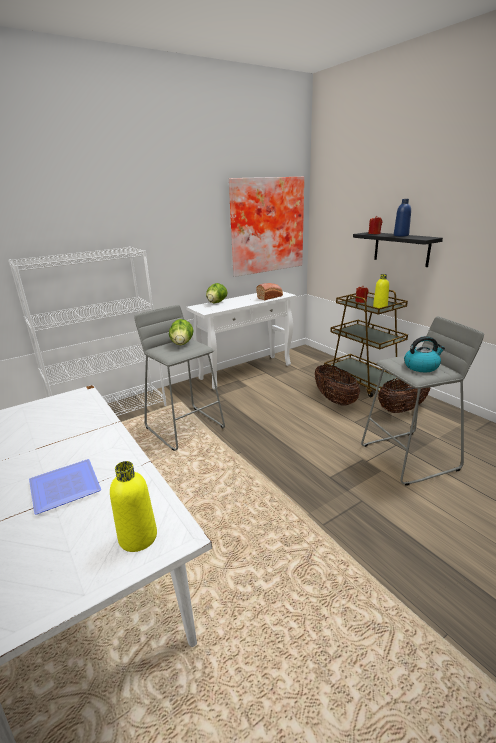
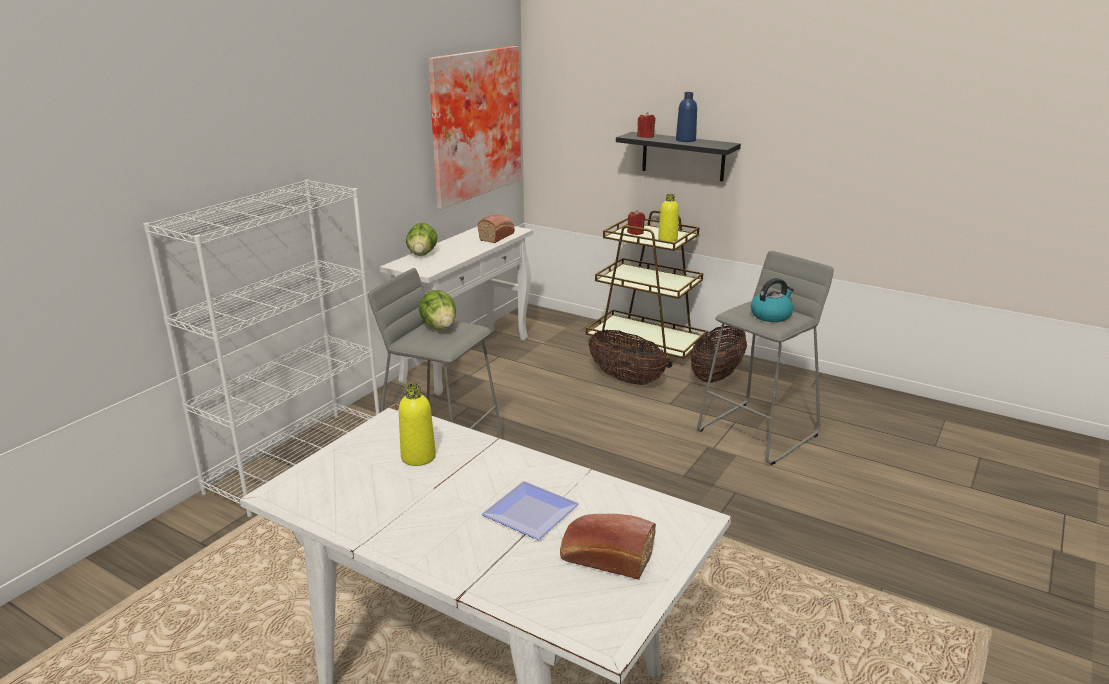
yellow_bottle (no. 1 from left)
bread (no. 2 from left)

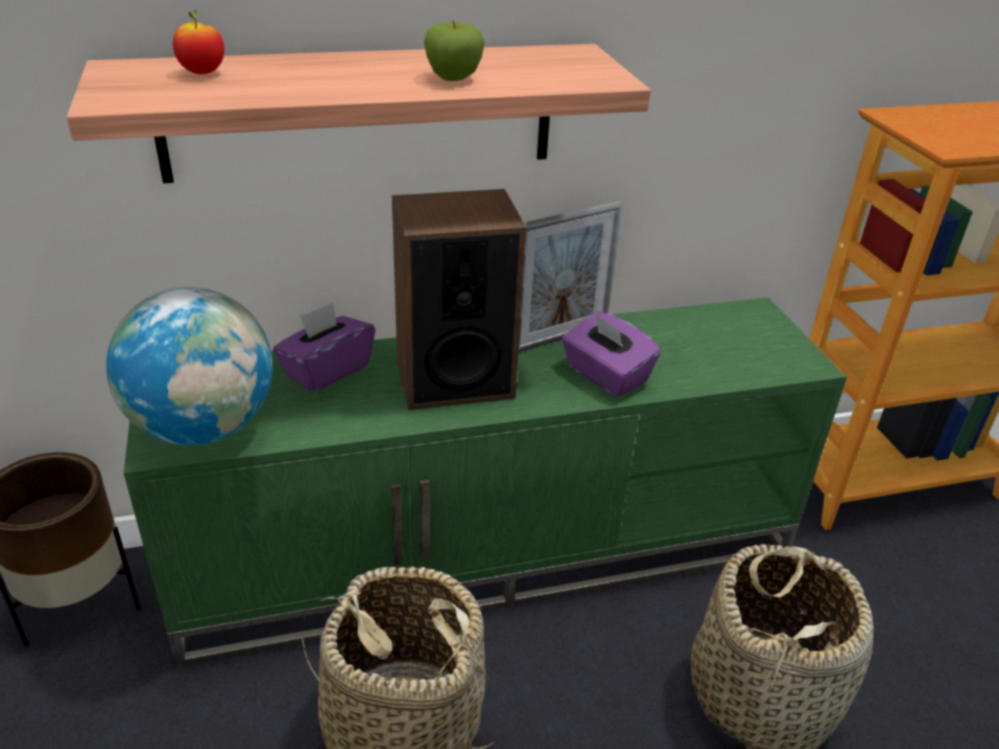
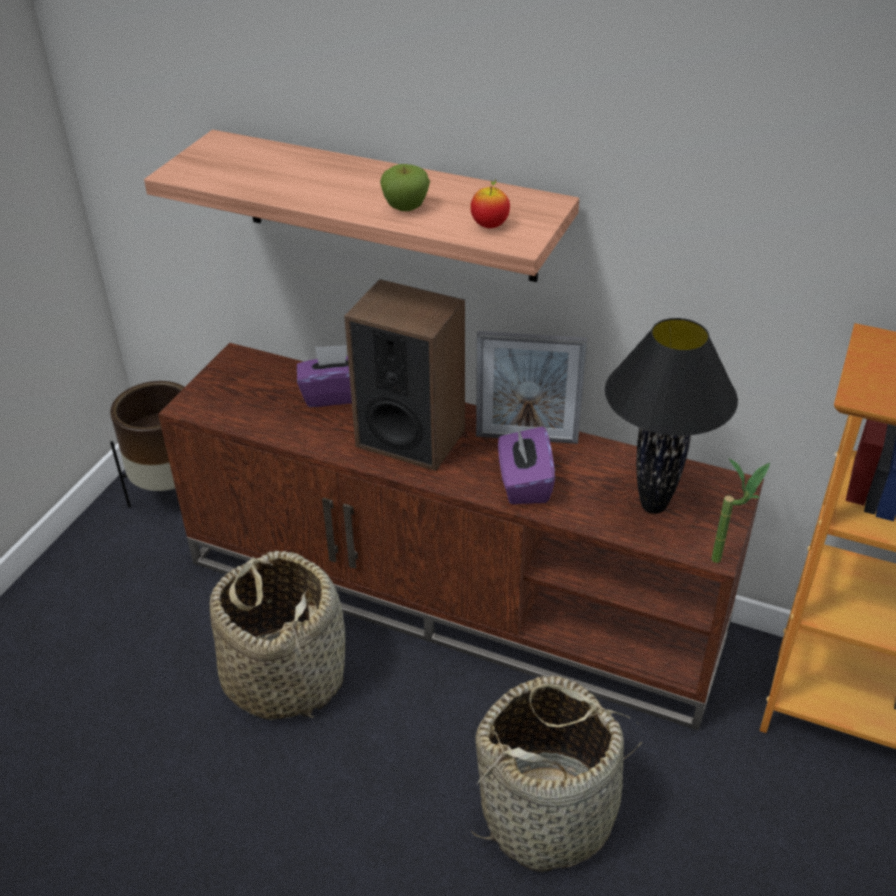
globe
brown_tv_stand
apple (no. 2 from left)
black_table_lamp
potted_plant

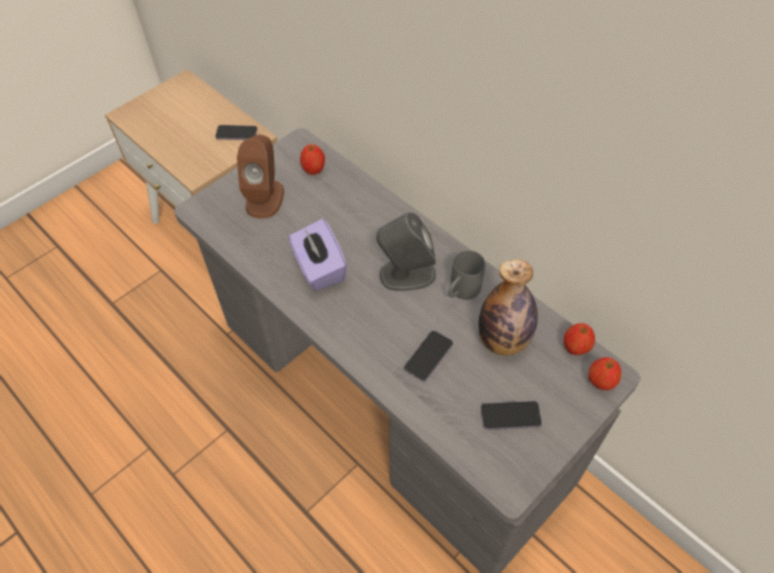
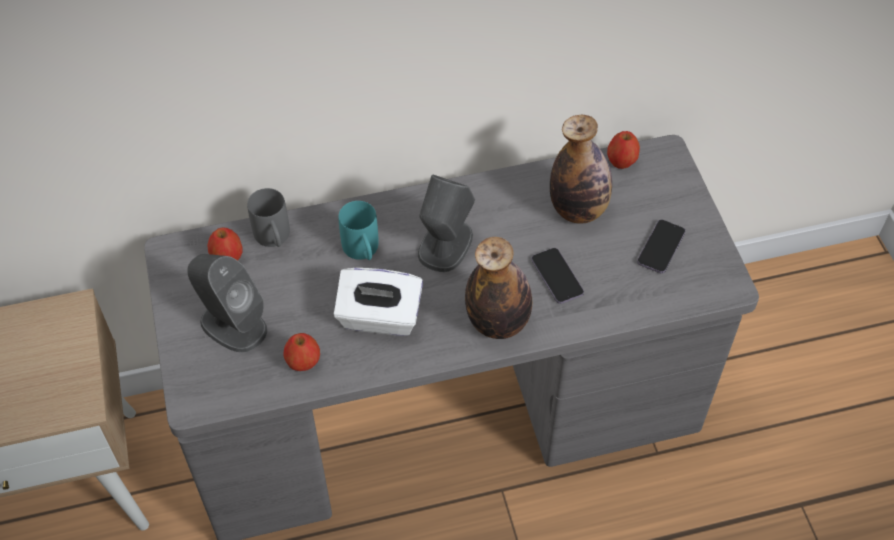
phone (no. 1 from left in the first image)
grey_speaker (no. 1 from left)
white_tissue_box
grey_mug
apple (no. 2 from left)
turquoise_mug
bottle (no. 1 from left)

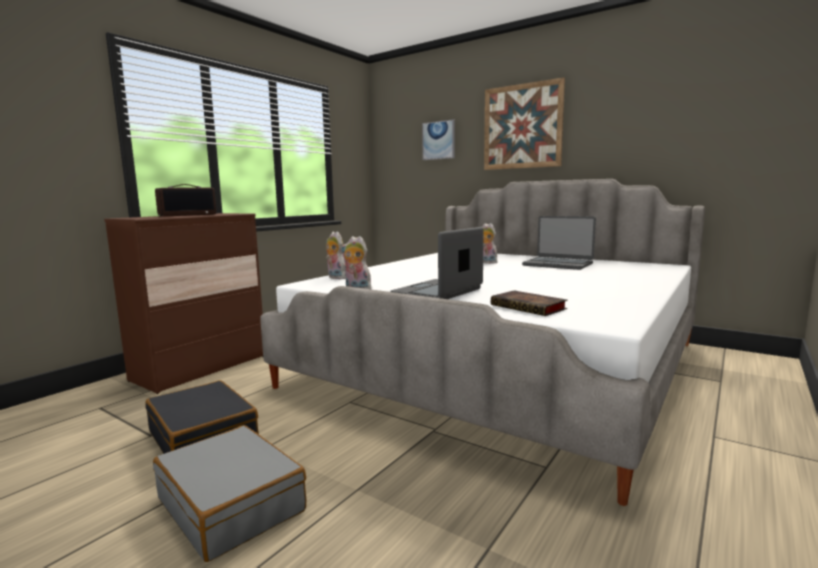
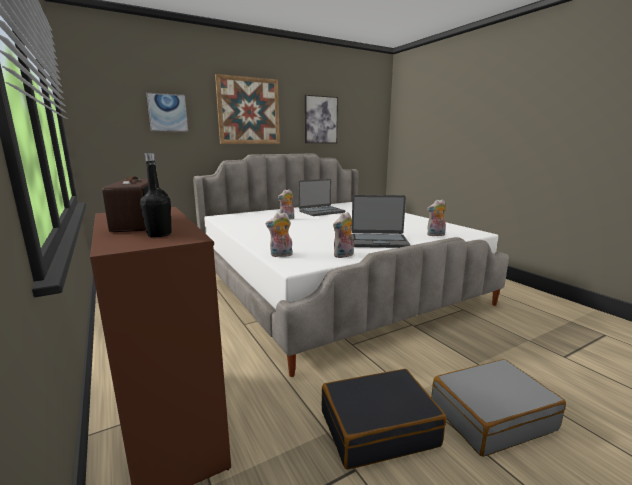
laptop (no. 2 from left)
plush_toy (no. 4 from left)
black_bottle
picture (no. 3 from left)

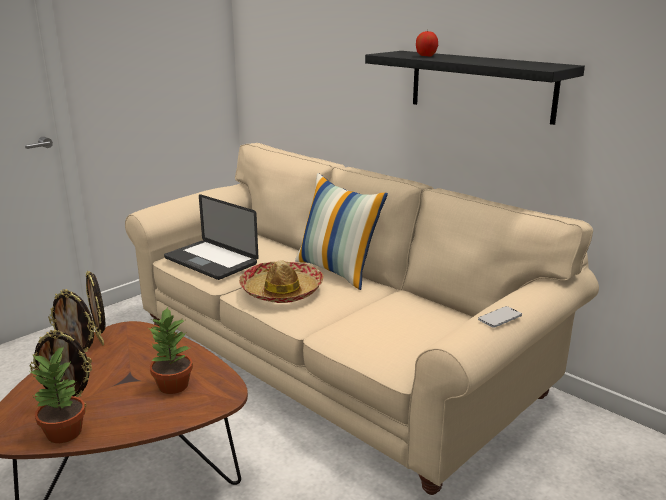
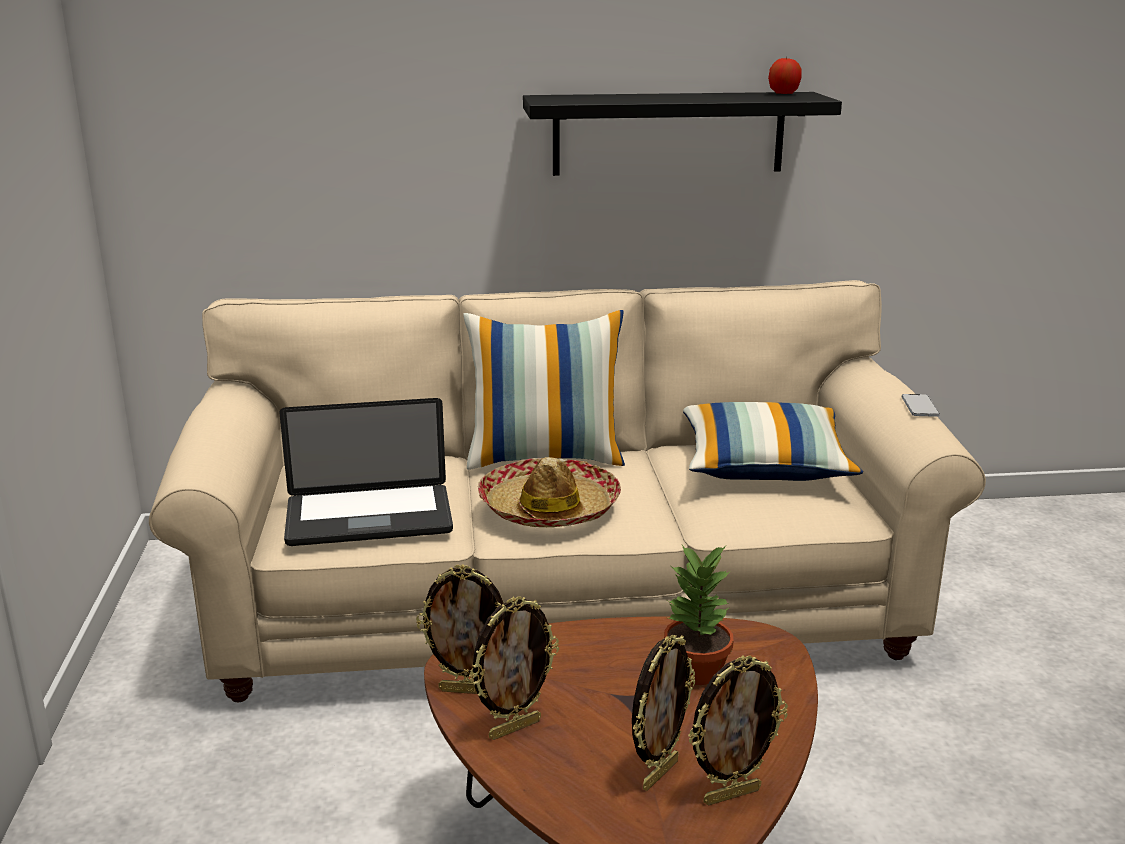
picture_frame (no. 4 from left)
apple
pillow (no. 2 from left)

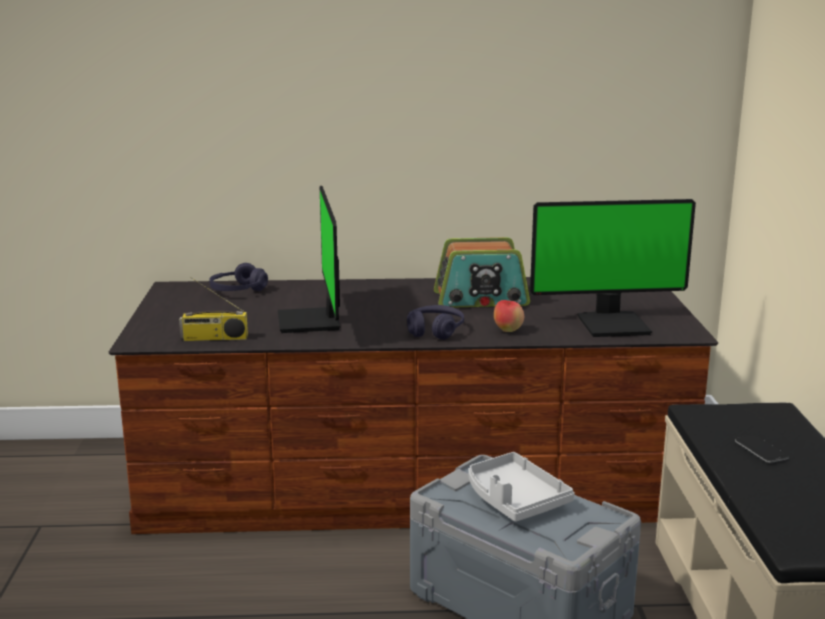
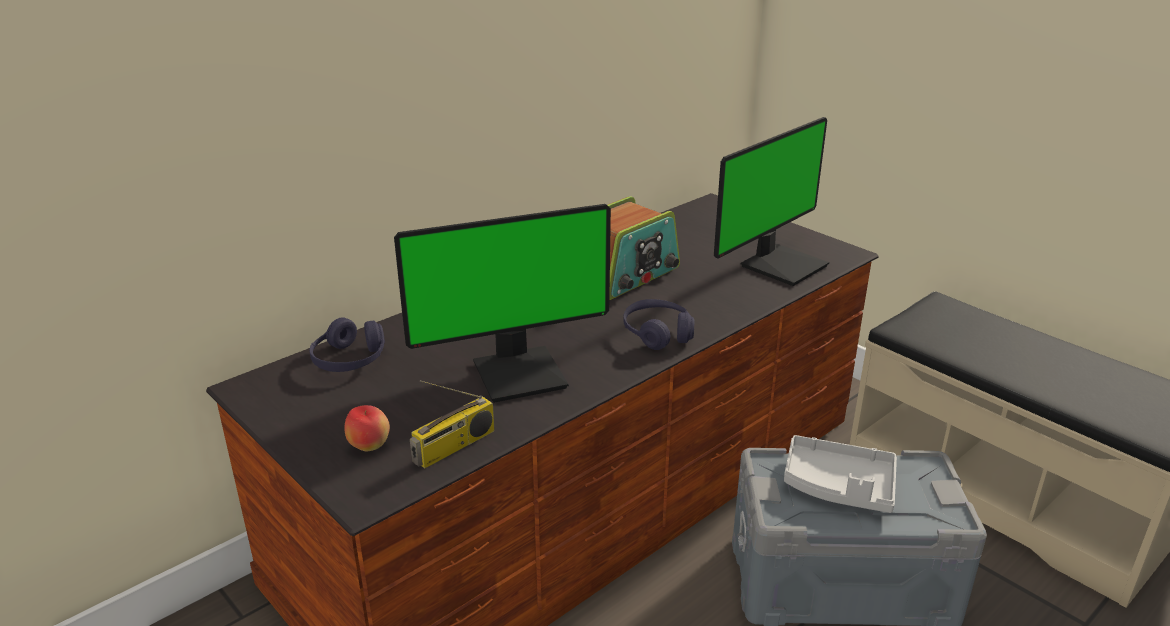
monitor (no. 1 from left)
apple
phone

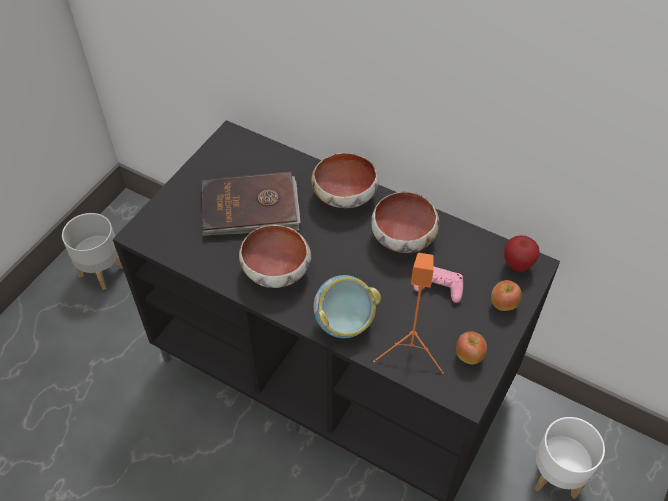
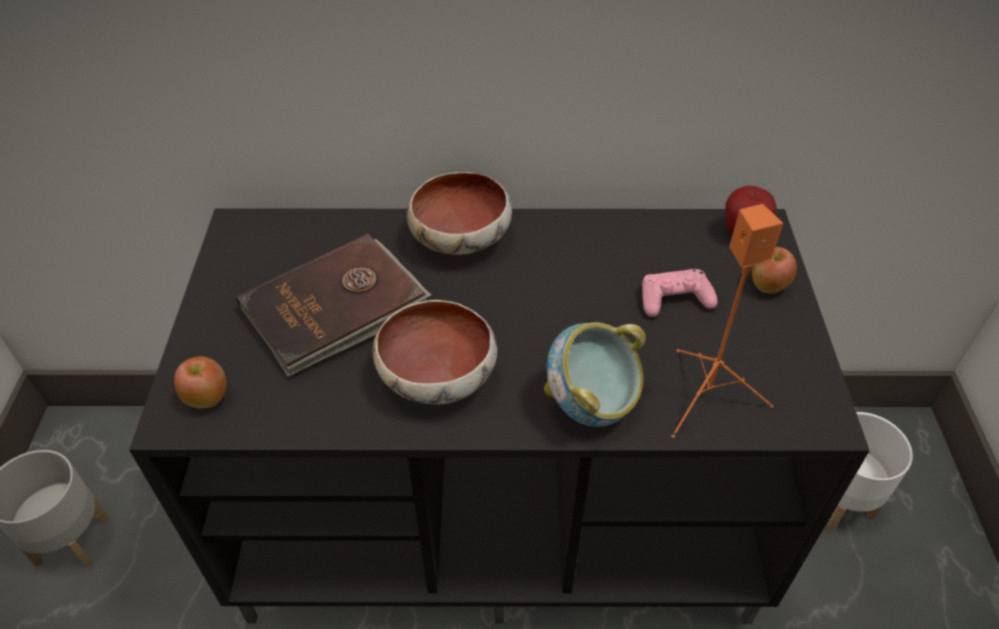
bowl (no. 4 from left in the first image)
apple (no. 1 from left)

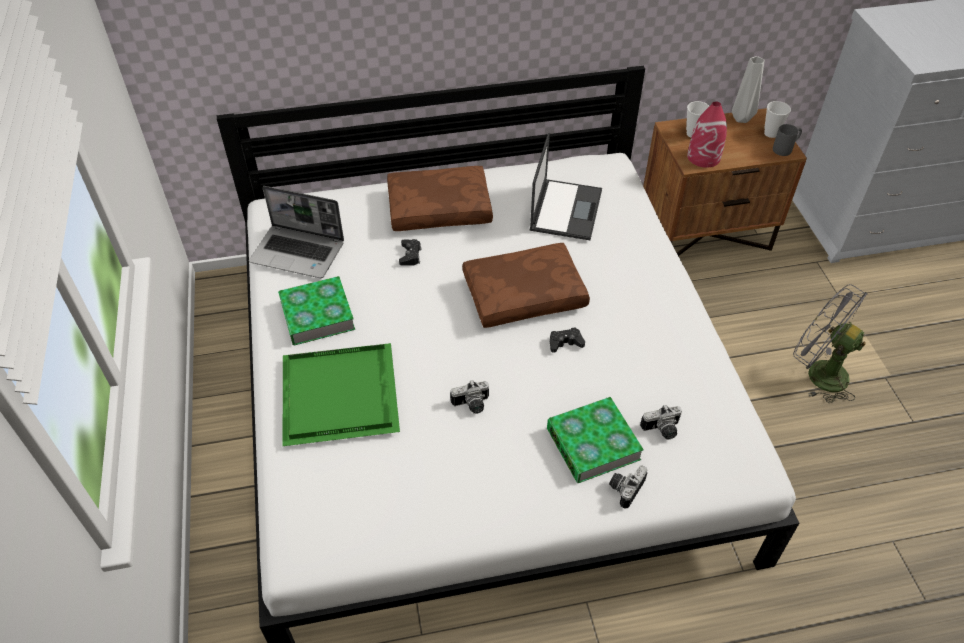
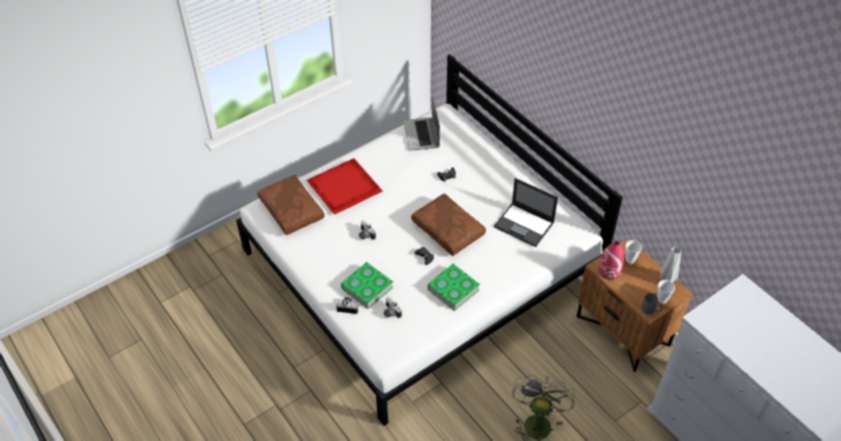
book (no. 2 from left)
red_tray
brown_pillow (no. 1 from left)
laptop (no. 2 from left)

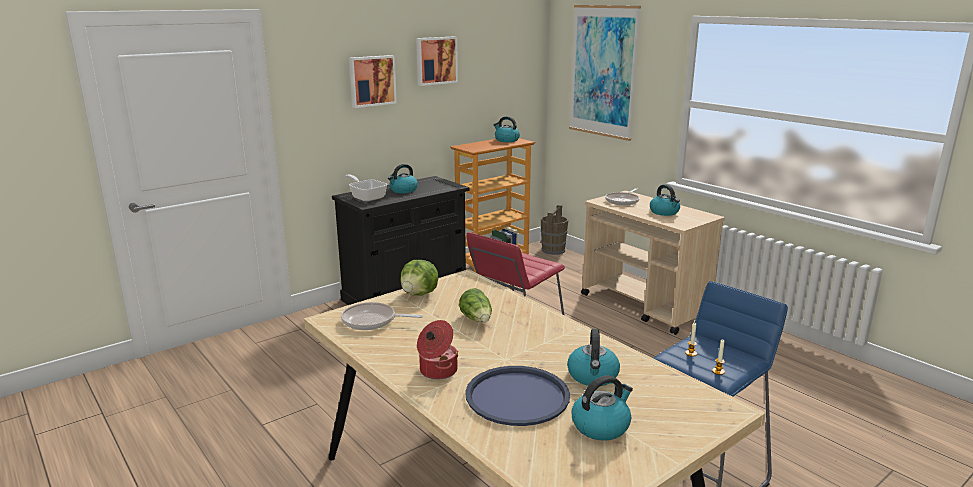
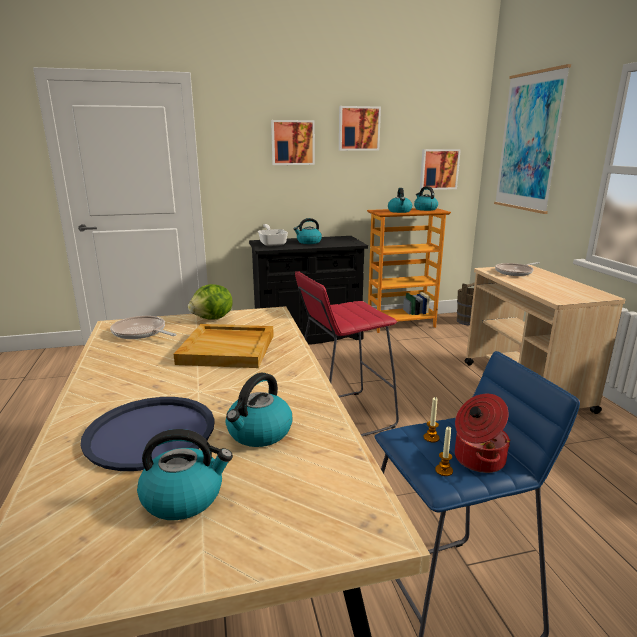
cooking_pot
beige_tray
kettle (no. 4 from left)
picture (no. 3 from left)

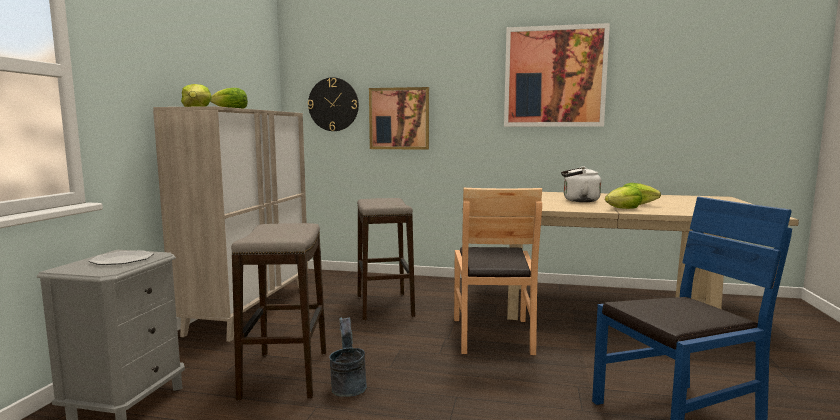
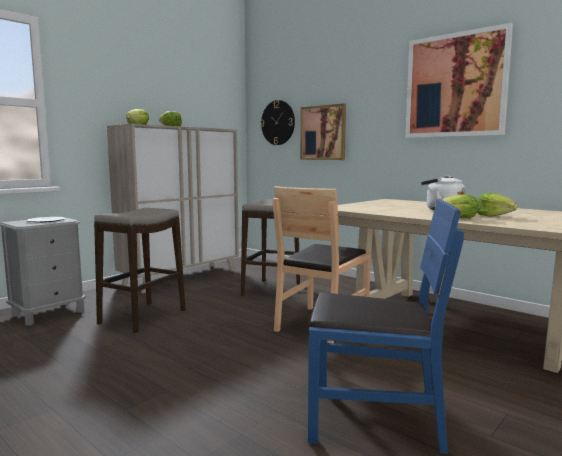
grey_bucket

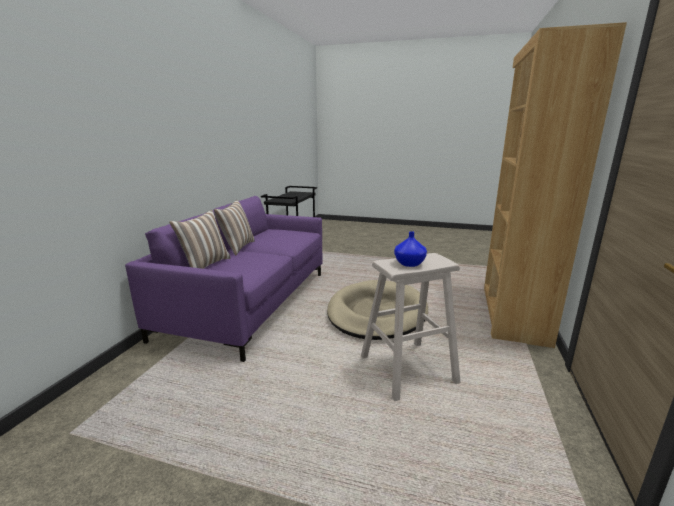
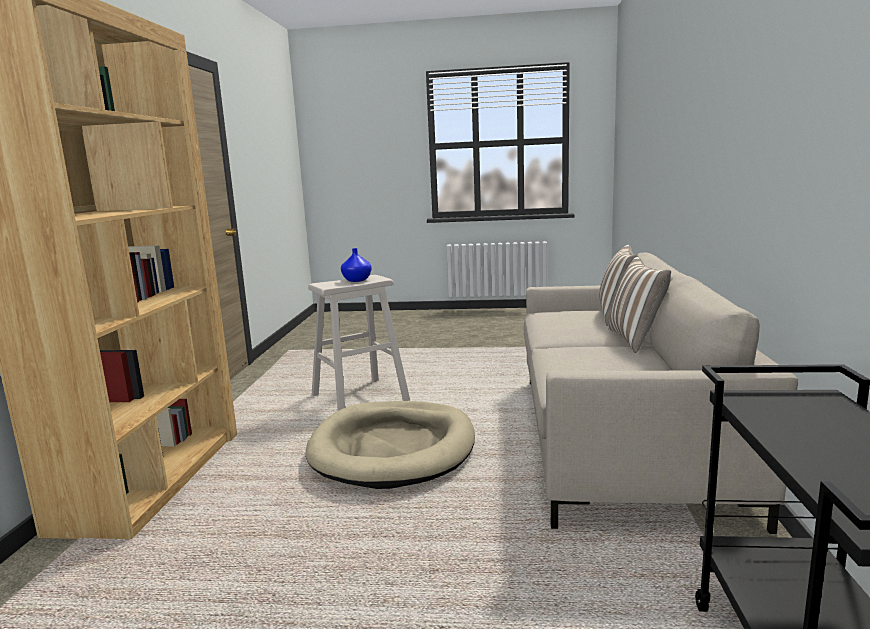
beige_sofa

